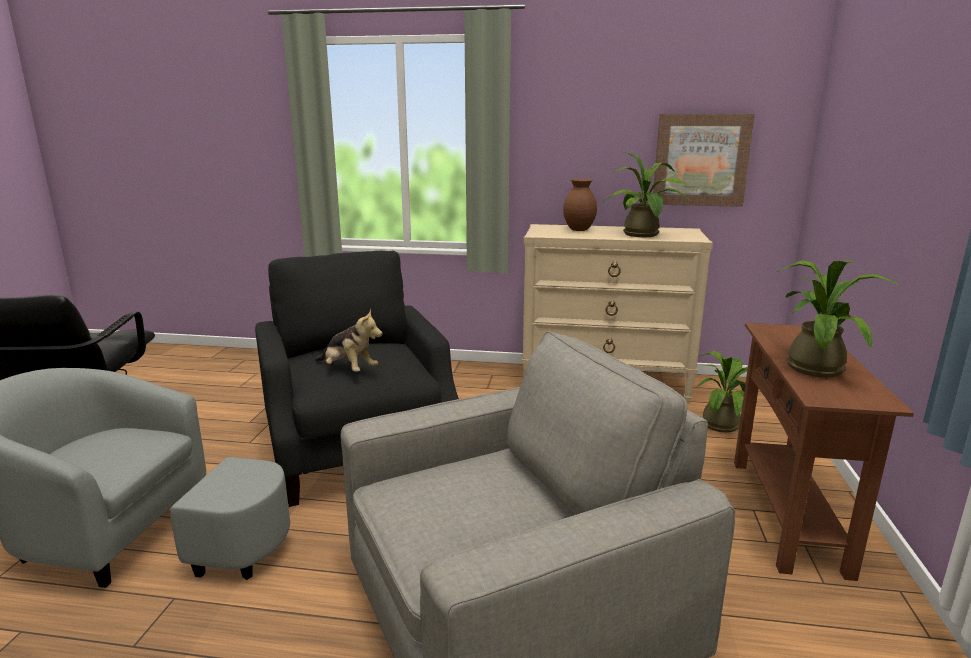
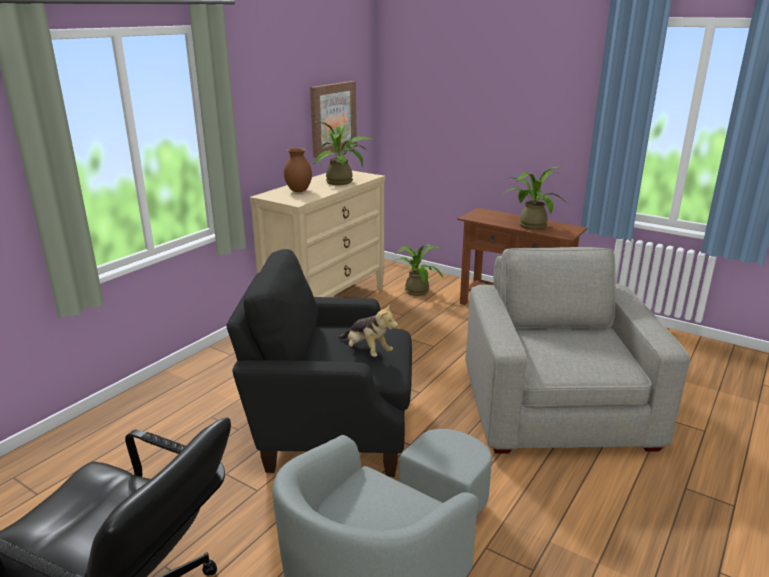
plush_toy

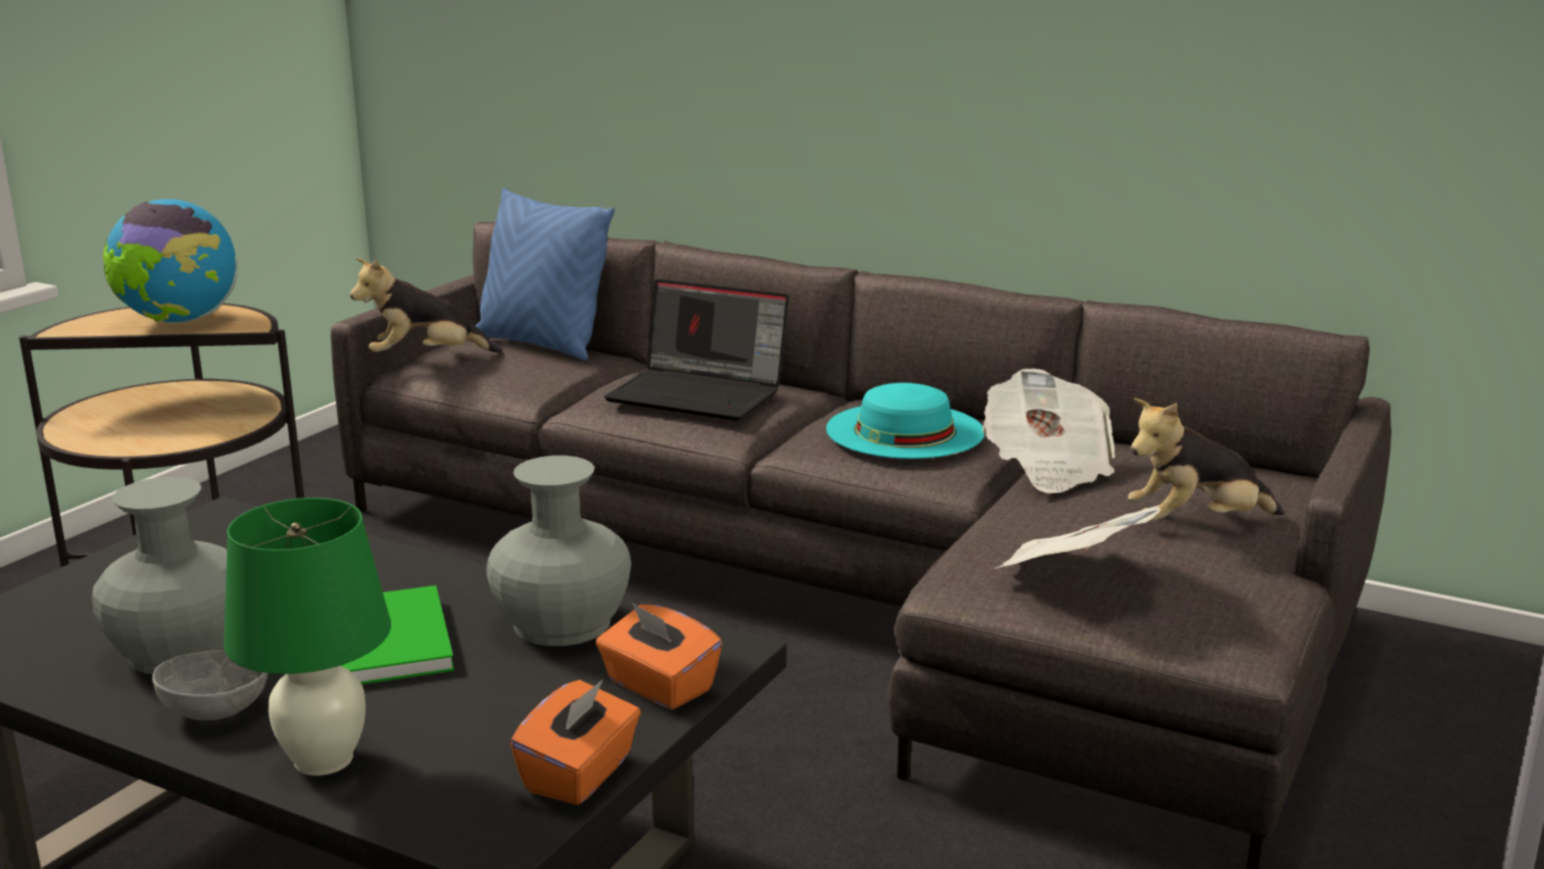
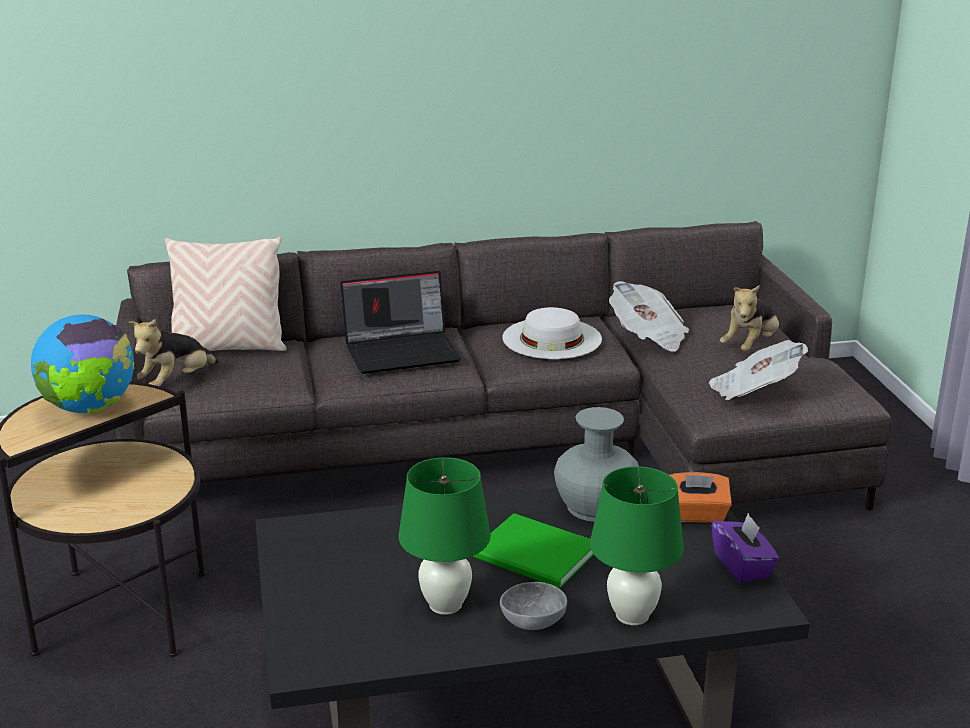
green_table_lamp (no. 1 from left)
beige_pillow
purple_tissue_box
white_hat

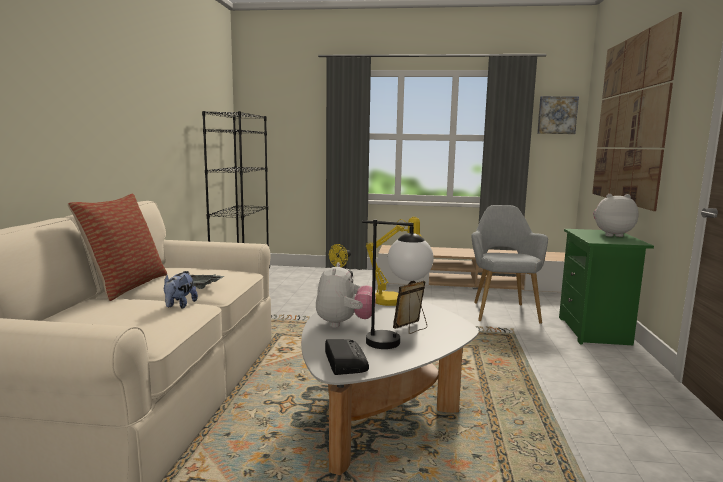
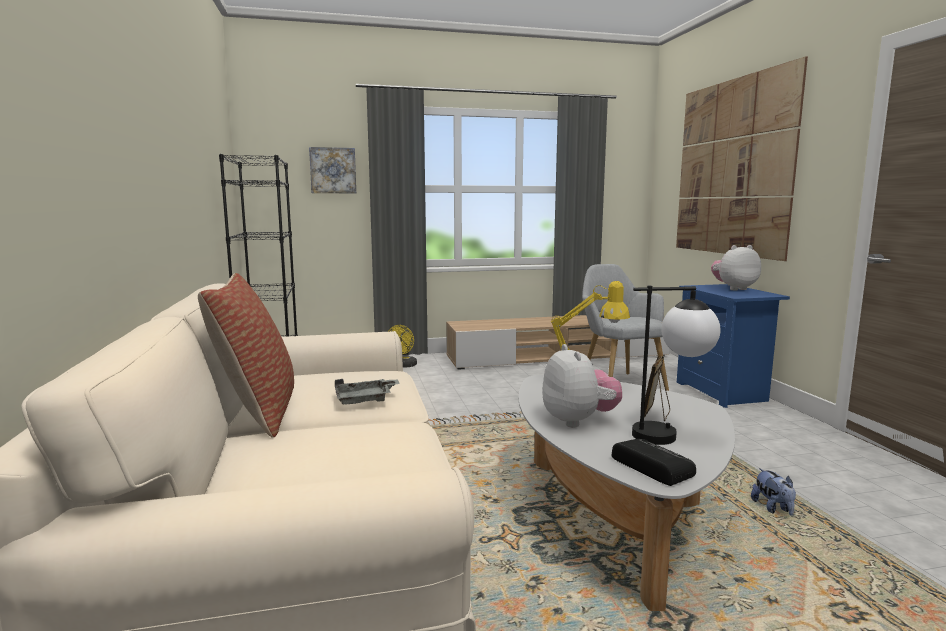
plush_toy (no. 3 from left)
picture (no. 1 from left)
blue_nightstand

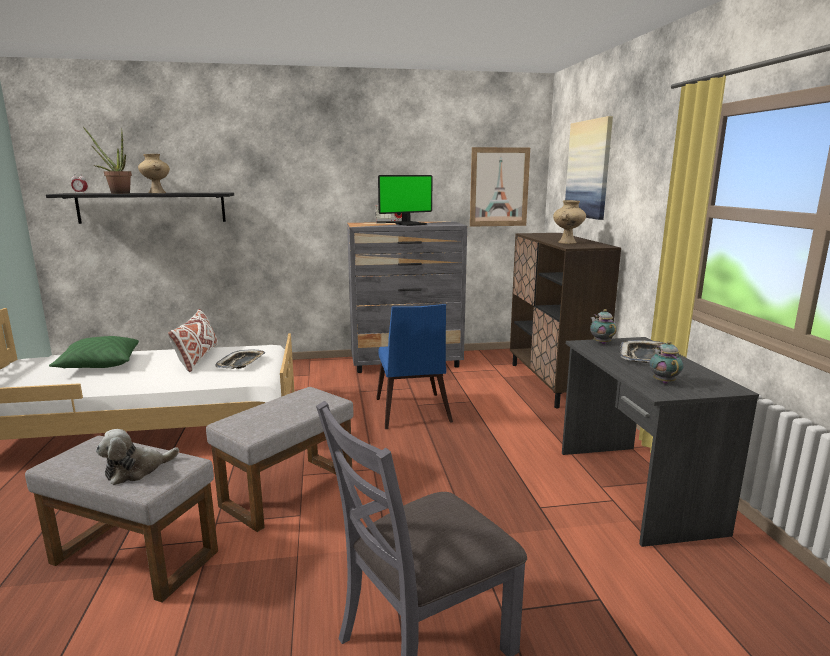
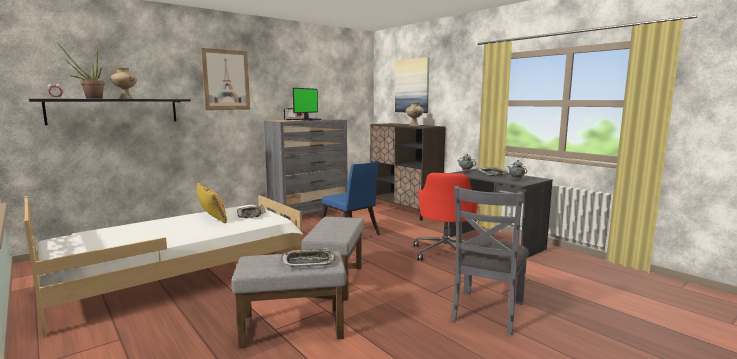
green_pillow
tray (no. 2 from left)
yellow_pillow
picture (no. 1 from left)
red_office_chair

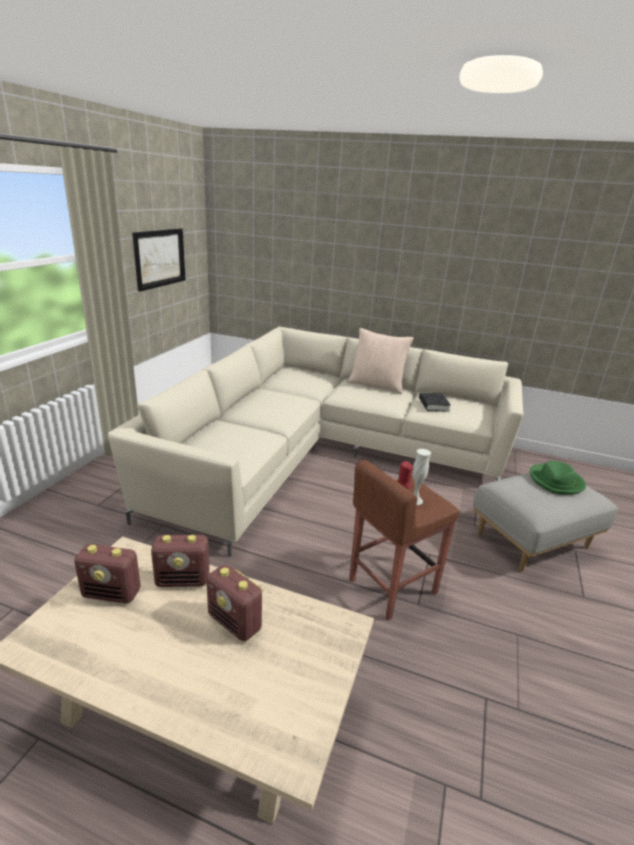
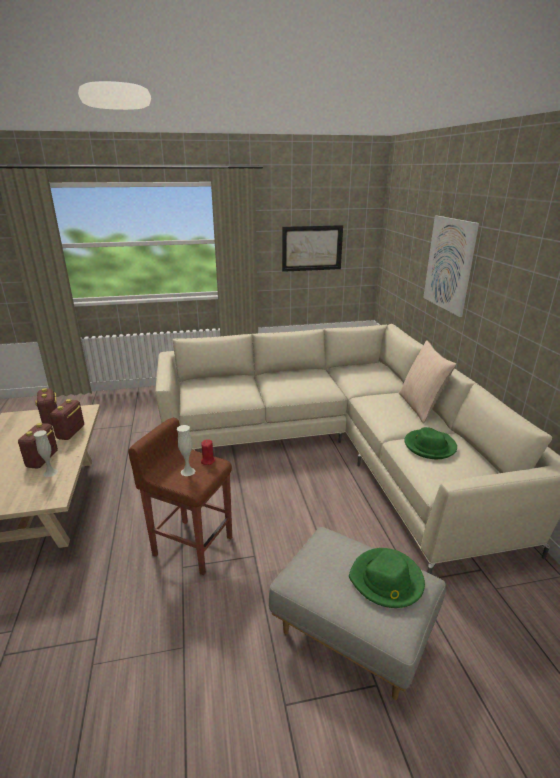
radio (no. 3 from left)
green_hat (no. 2 from left)
white_vase (no. 1 from left)
picture (no. 2 from left)

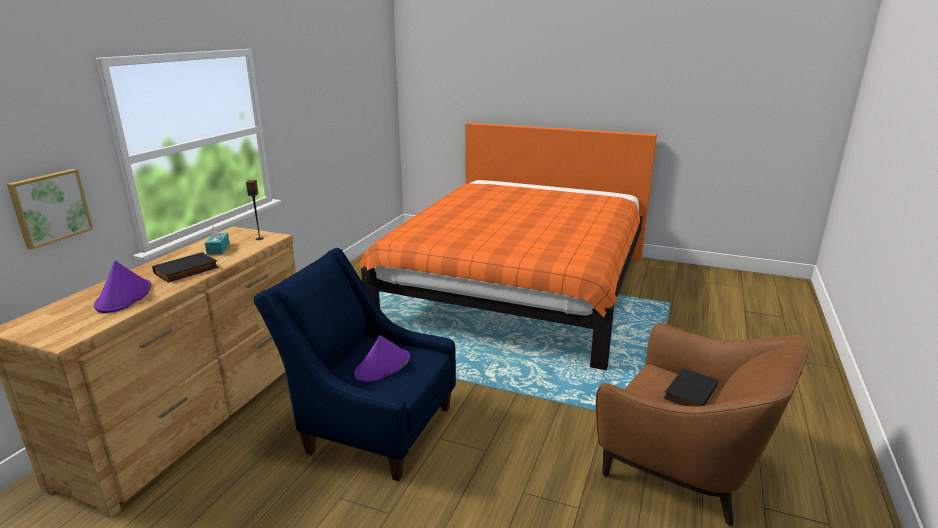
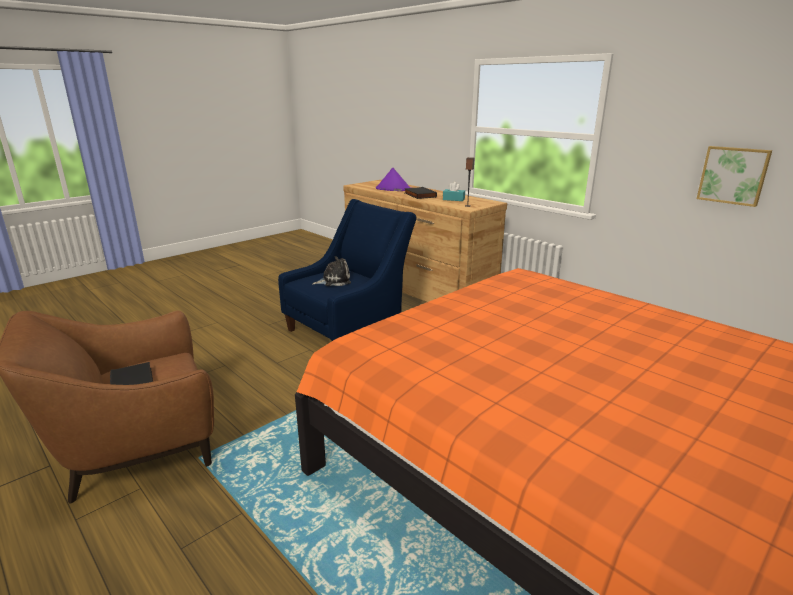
picture
plush_toy

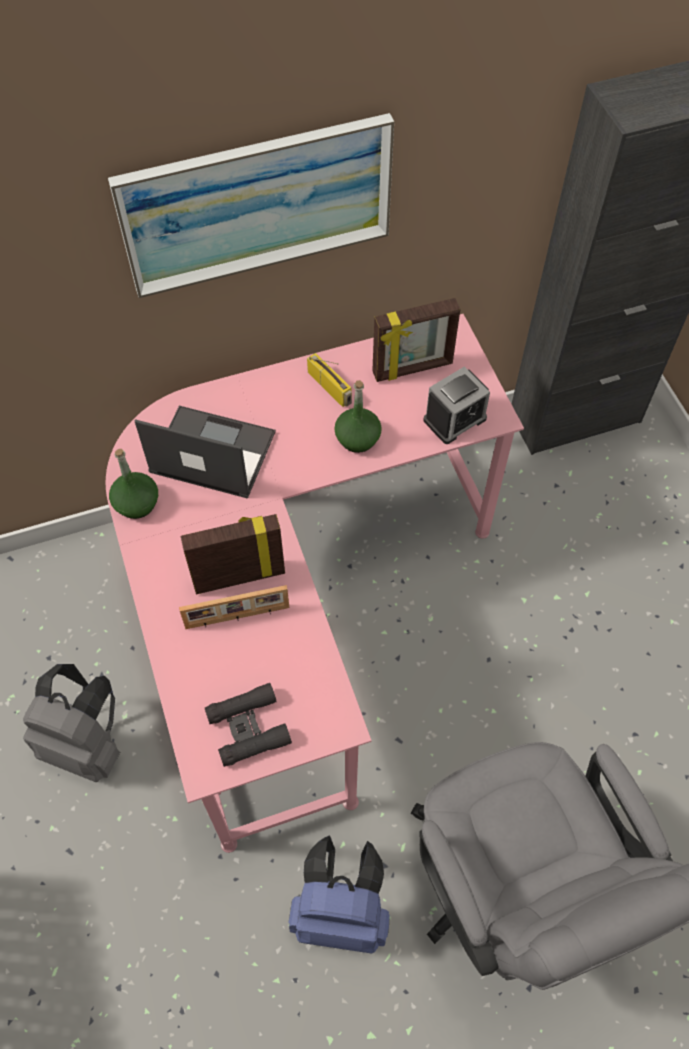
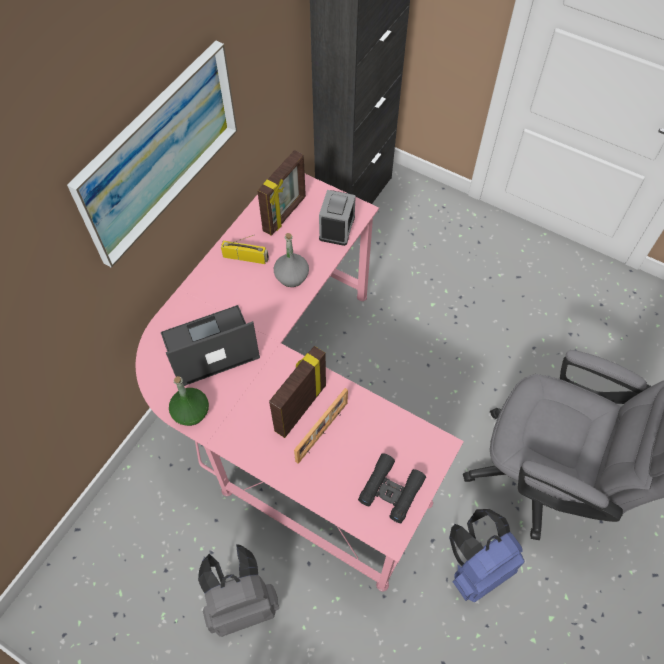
grey_bottle

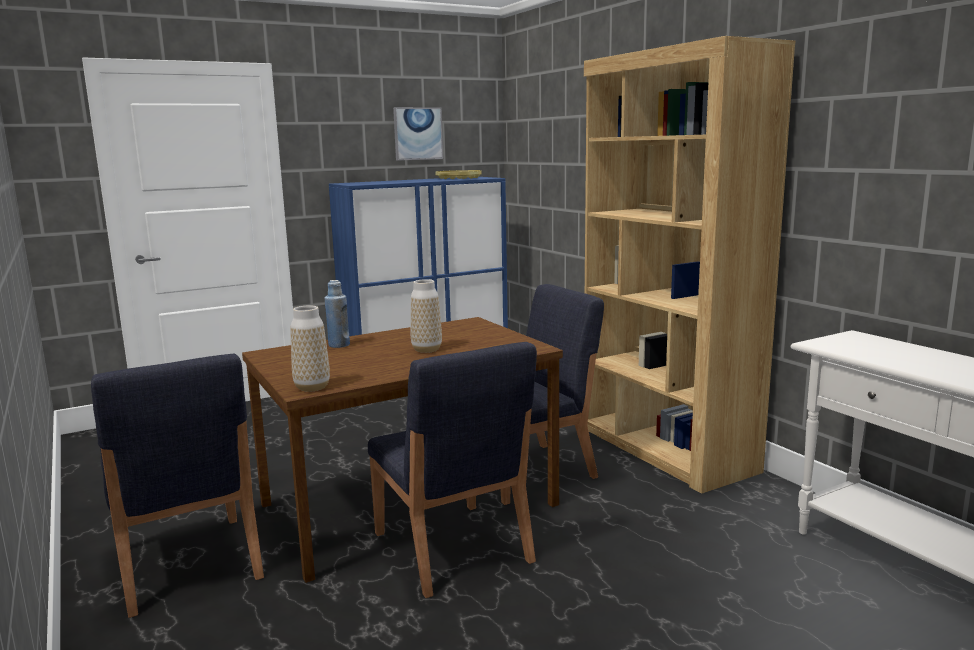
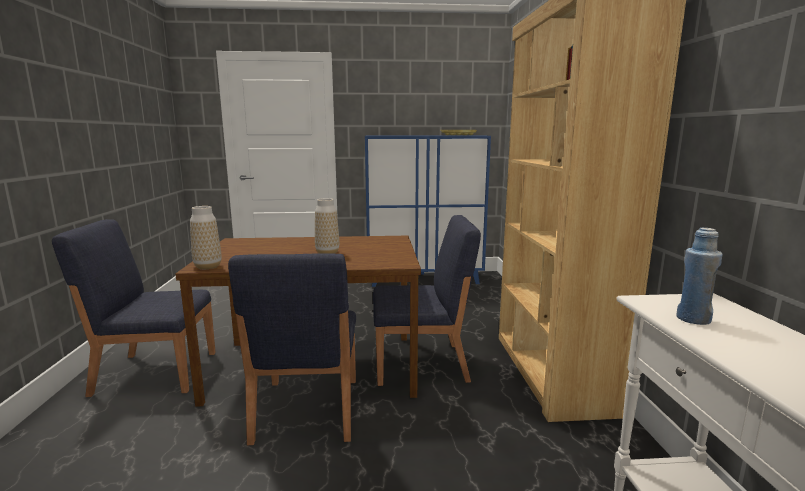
blue_chair (no. 1 from left)
blue_bottle
picture

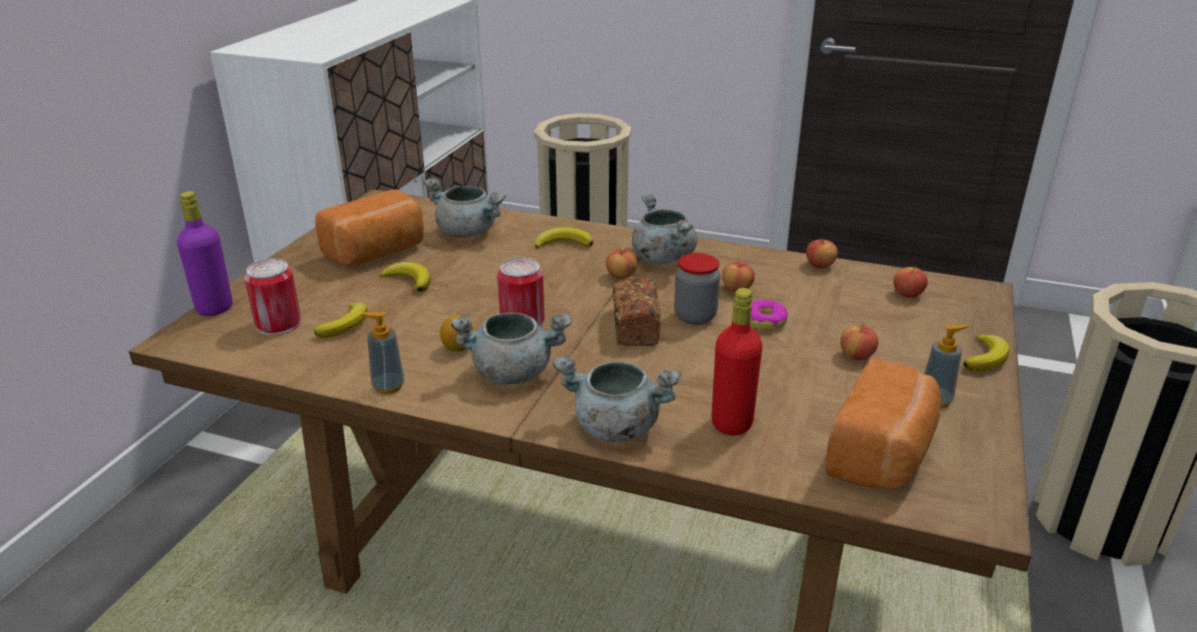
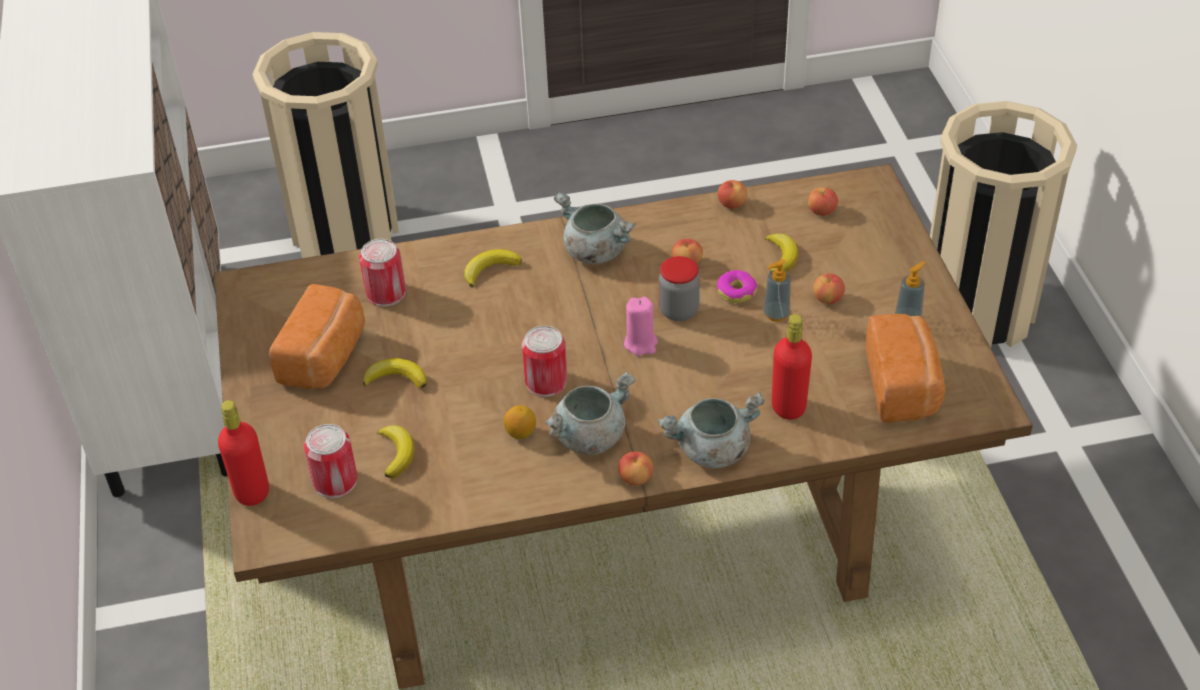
red_bottle (no. 1 from left)
soap_dispenser (no. 1 from left)
can (no. 2 from left)
apple (no. 1 from left)
pink_candle
banana (no. 4 from left)

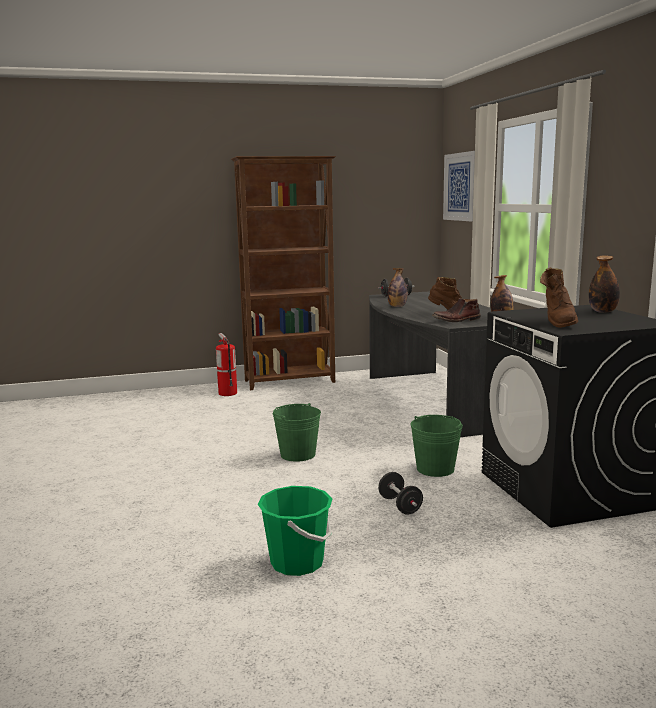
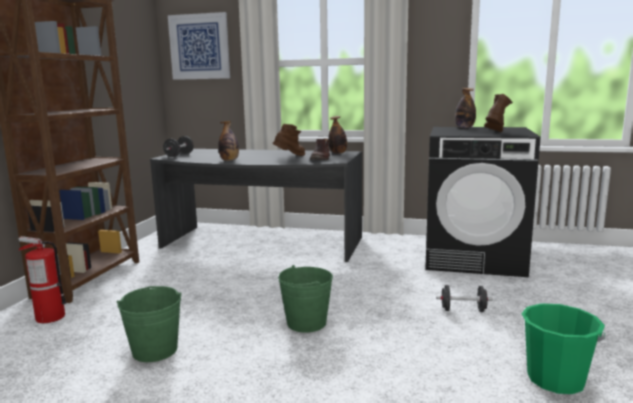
green_bucket (no. 1 from left)
brown_boot (no. 3 from left)

